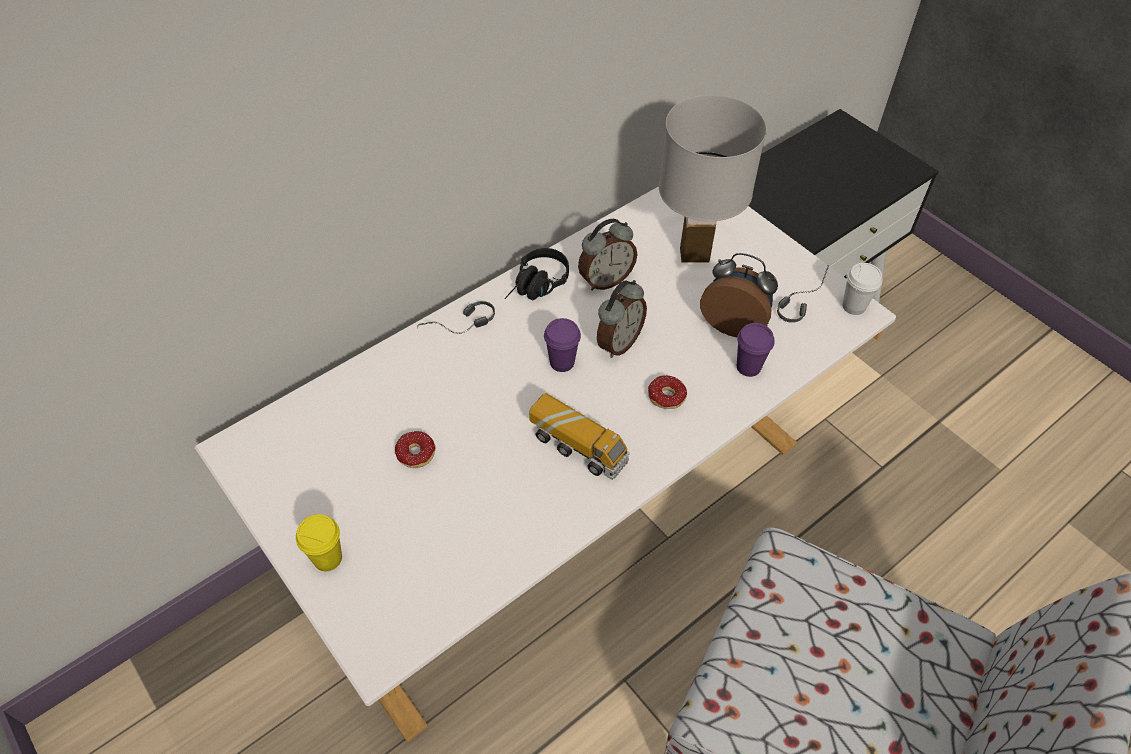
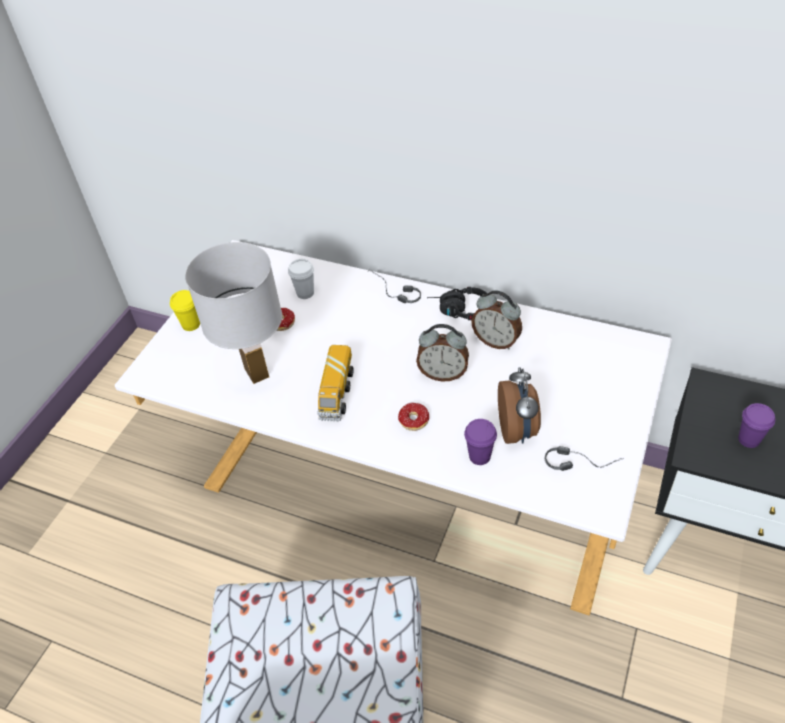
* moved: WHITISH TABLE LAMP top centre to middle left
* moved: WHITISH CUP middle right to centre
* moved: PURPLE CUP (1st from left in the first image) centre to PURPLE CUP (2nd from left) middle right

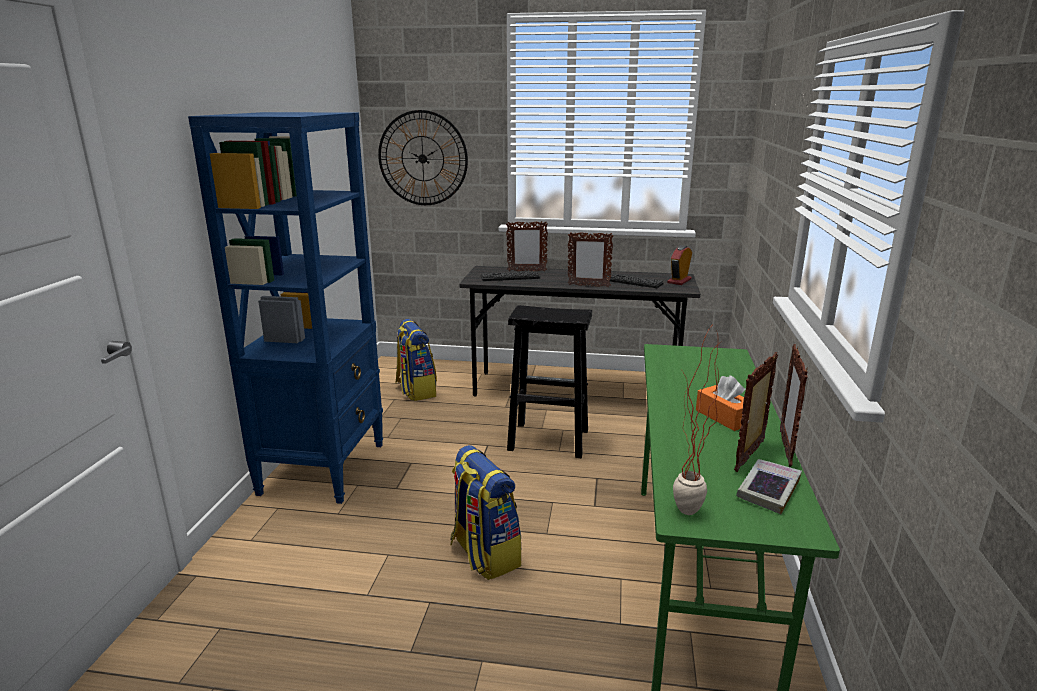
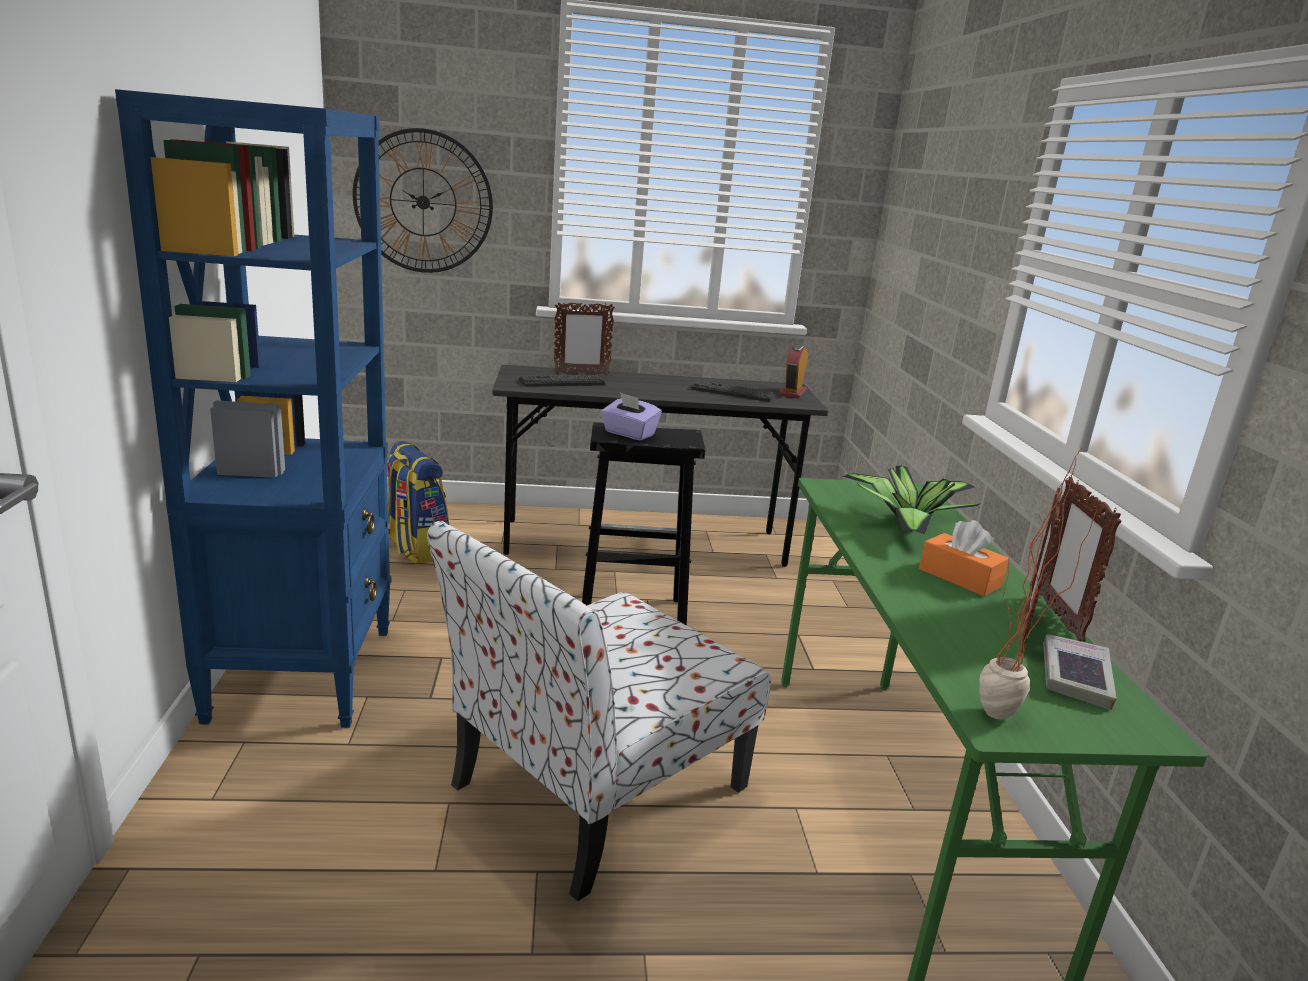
* replaced: RUCKSACK (2nd from left) bottom centre to PLAIN CHAIR bottom centre
* added: PURPLE TISSUE BOX centre
* added: POTTED PLANT (1st from left) middle right
* removed: PHOTO FRAME (2nd from left) centre

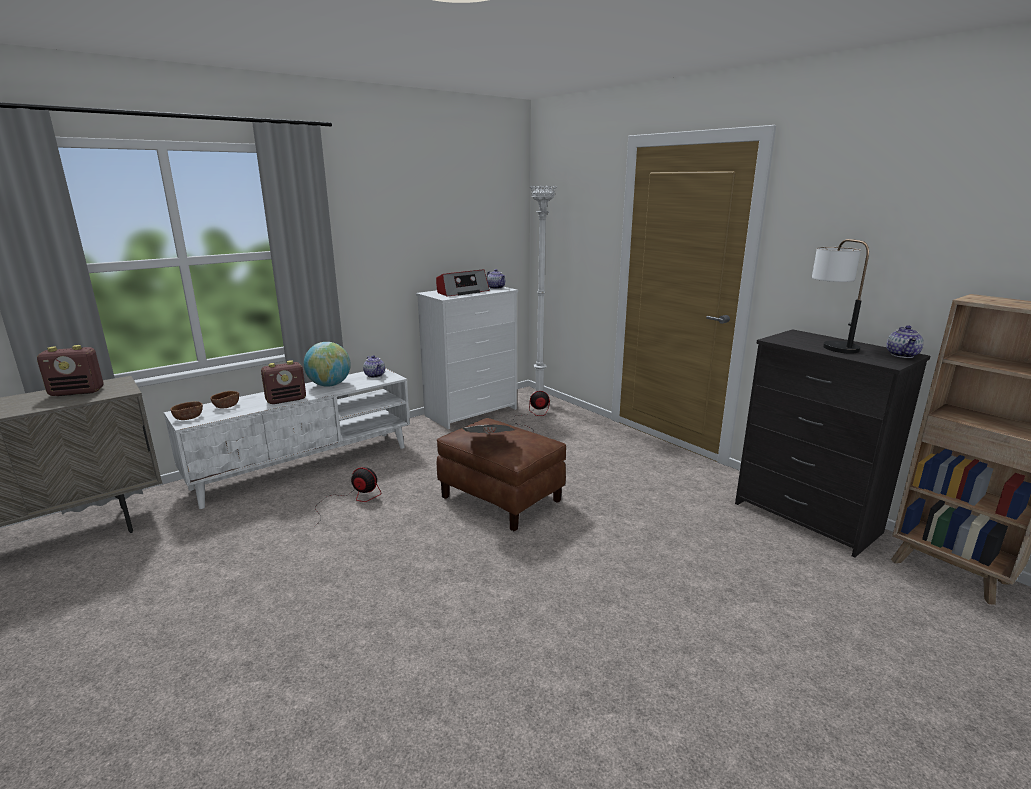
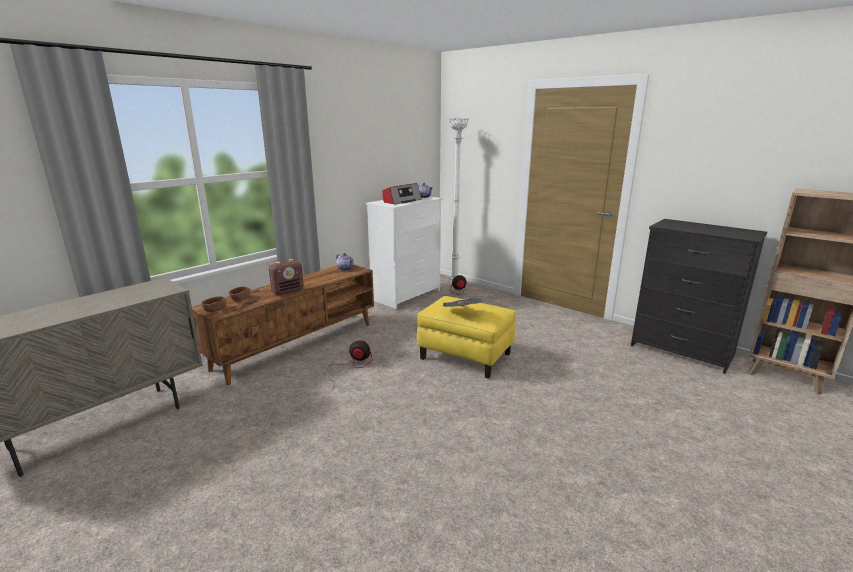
* recoloured: WHITISH MEDIA CONSOLE middle left to BROWN MEDIA CONSOLE middle left
* recoloured: BROWN POUFFE centre to YELLOW POUFFE centre
* removed: RADIO RECEIVER (1st from left) middle left
* removed: DESK GLOBE middle left
* removed: TABLE LAMP middle right
* removed: TEAPOT (3rd from left) middle right

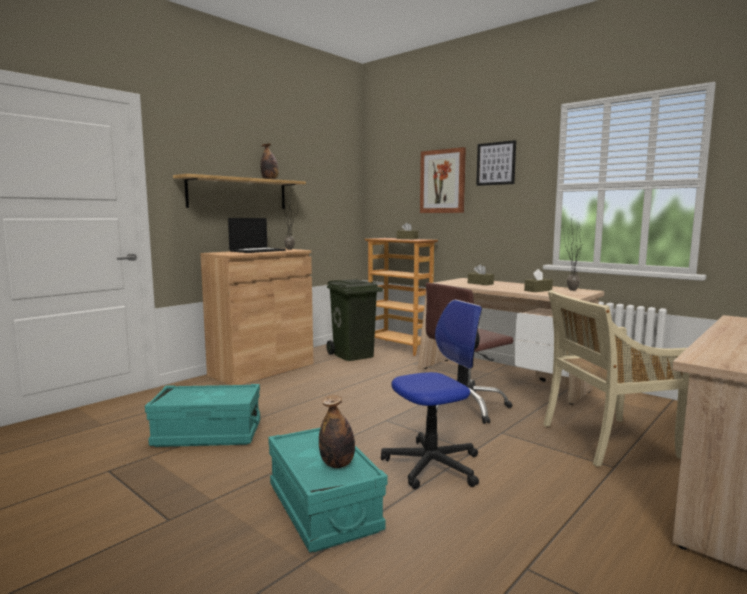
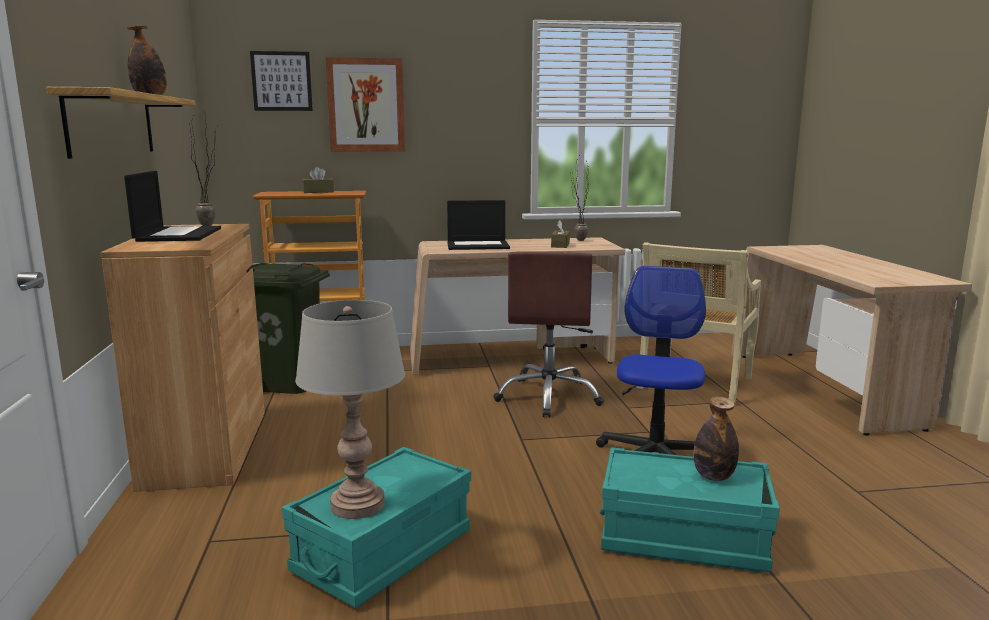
* moved: PICTURE (2nd from left in the first image) top centre to PICTURE (1st from left) top left
* added: GREY TABLE LAMP centre
* replaced: BROWN TISSUE BOX (2nd from left) centre to LAPTOP (2nd from left) centre

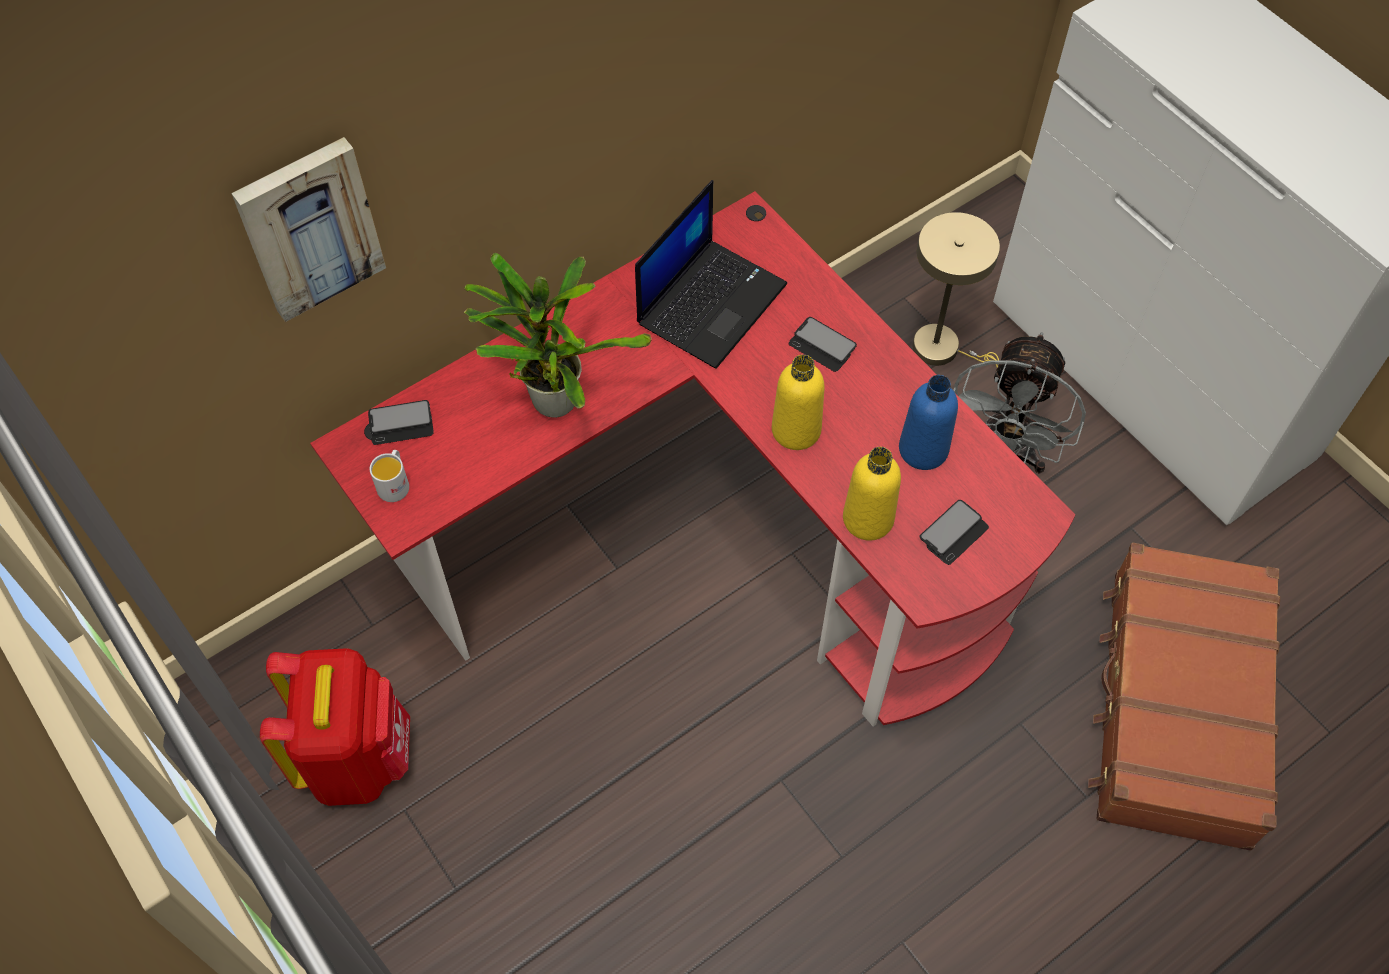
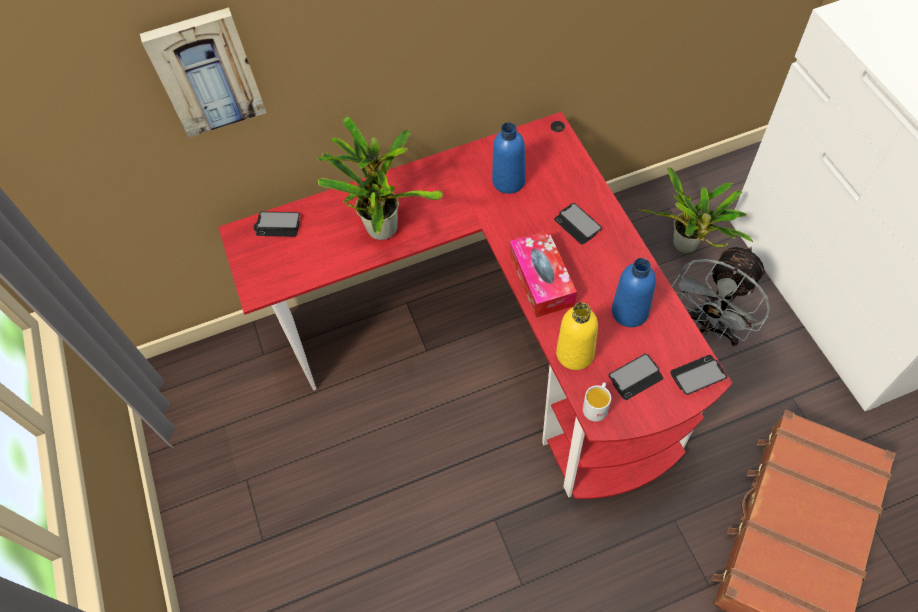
* replaced: LAPTOP top centre to BLUE-COLOURED BOTTLE (1st from left) top centre
* replaced: YELLOW BOTTLE (1st from left) centre to TISSUE BOX centre
* moved: WHITISH COFFEE MUG middle left to centre
* replaced: BEIGE TABLE LAMP top right to POTTED PLANT (2nd from left) middle right
* added: HANDSET (4th from left) middle right
* removed: REDDISH RUCKSACK bottom left

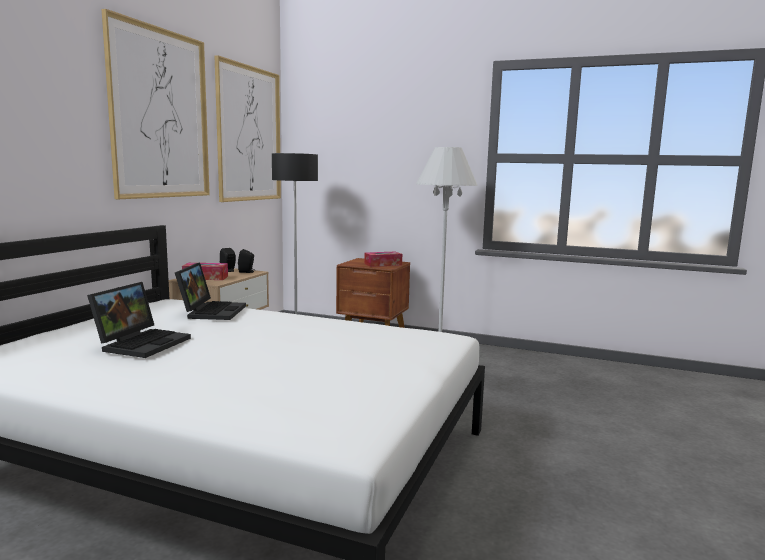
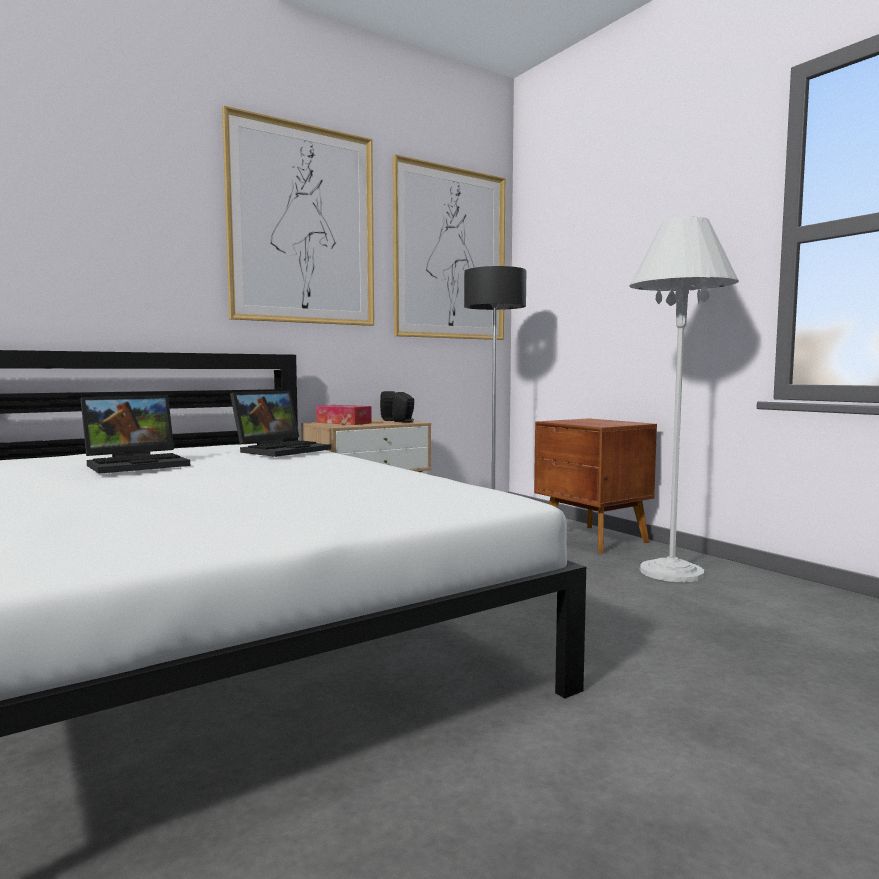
* removed: TISSUE BOX (2nd from left) centre

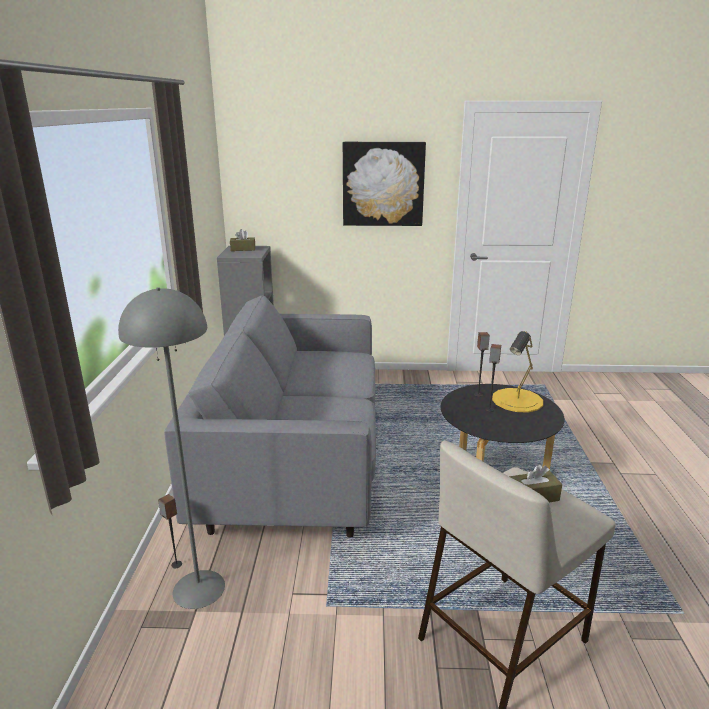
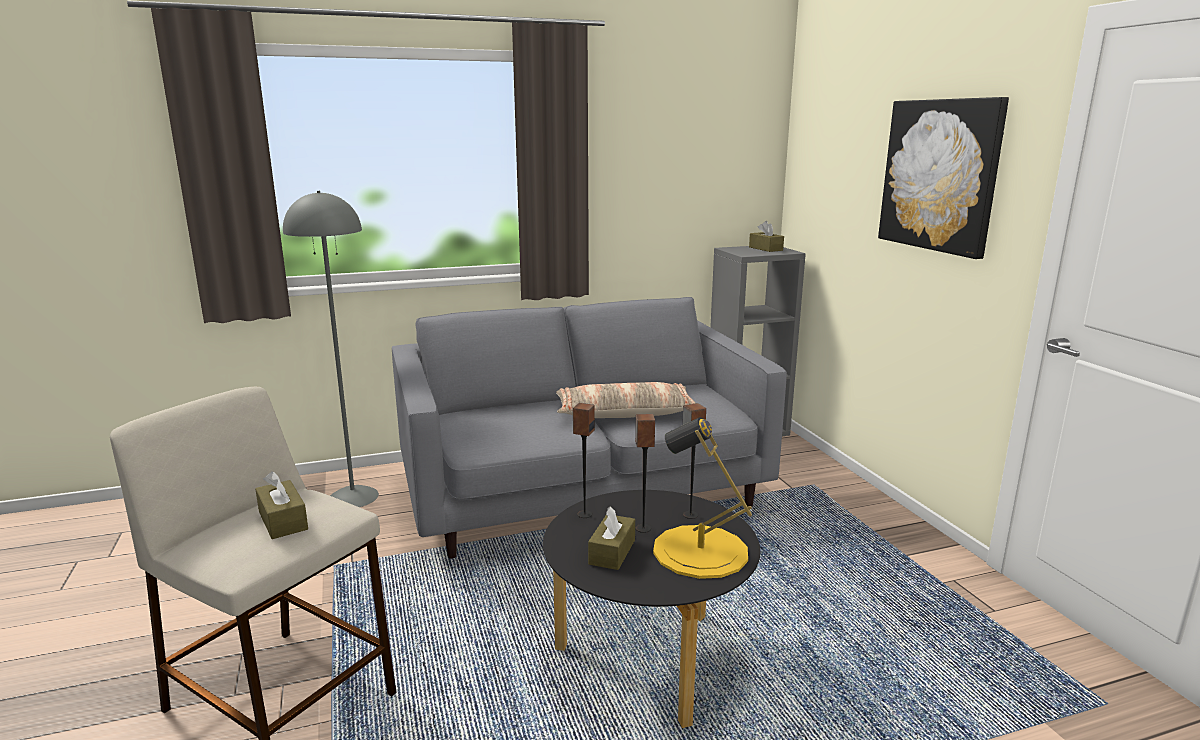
* added: PILLOW centre
* moved: LOUDSPEAKER (1st from left) bottom left to centre
* added: BROWN TISSUE BOX (2nd from left) bottom centre

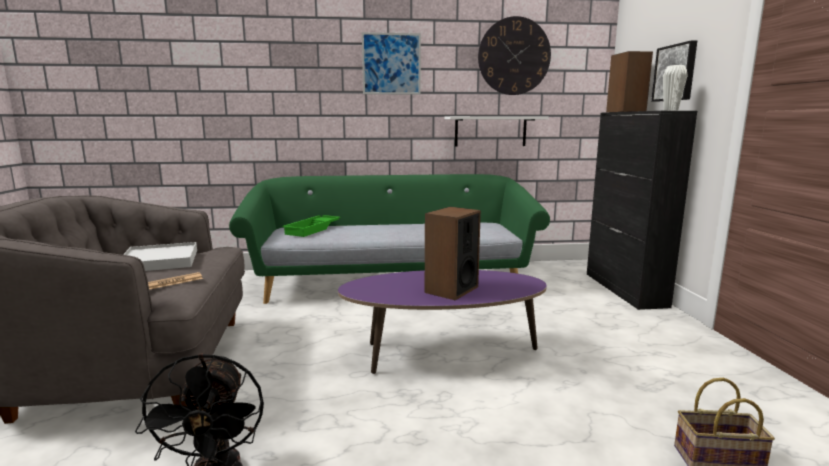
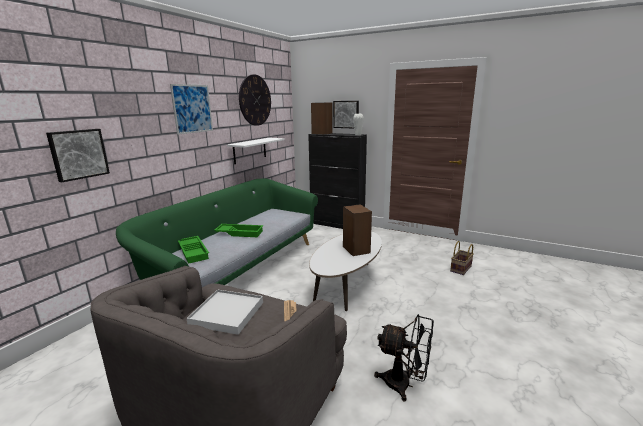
* added: PICTURE (1st from left) middle left
* added: GREEN CARRYING TRAY (2nd from left) centre
* recoloured: PURPLE COFFEE TABLE bottom centre to WHITISH COFFEE TABLE centre

